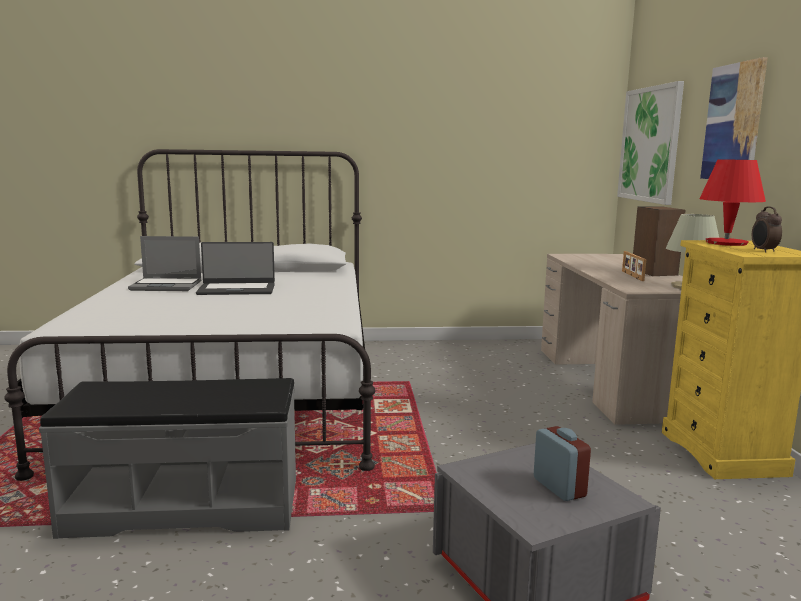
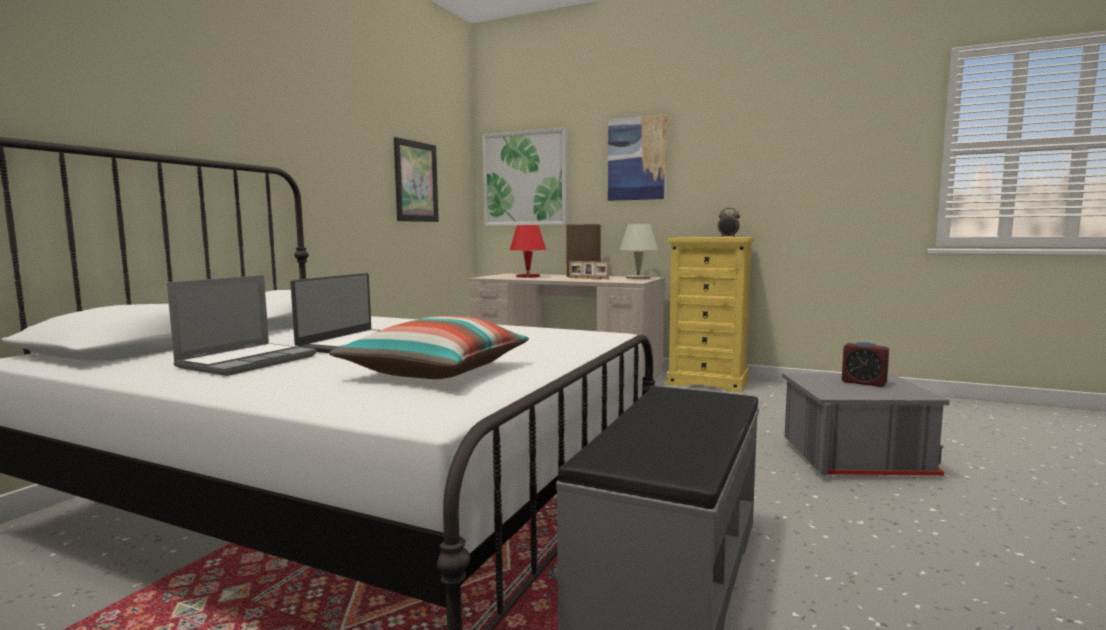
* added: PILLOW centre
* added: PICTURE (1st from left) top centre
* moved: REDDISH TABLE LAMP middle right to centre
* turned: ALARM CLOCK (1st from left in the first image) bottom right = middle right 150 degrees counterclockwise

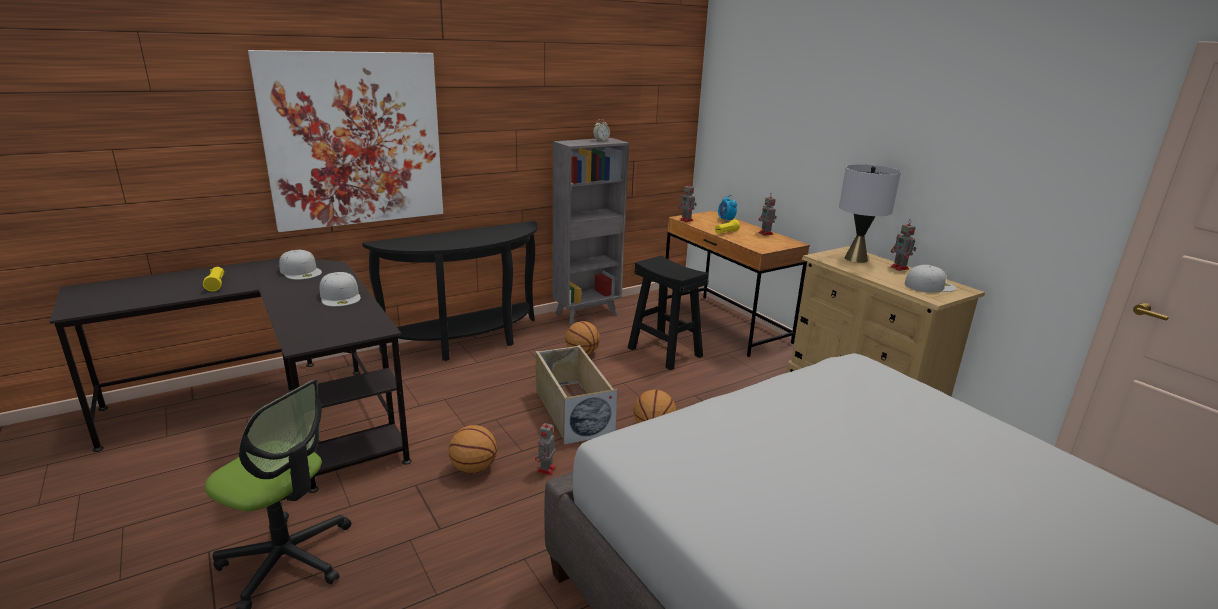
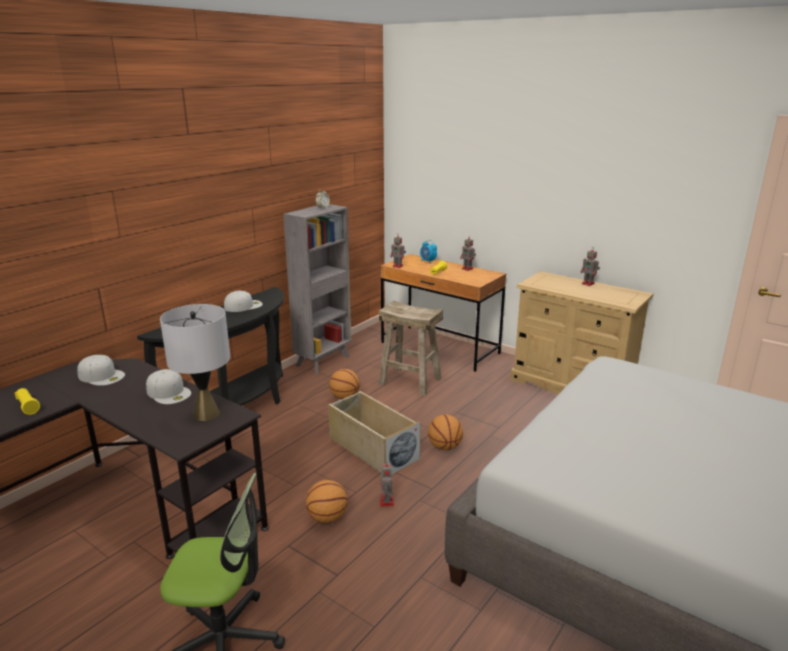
* moved: GREY TABLE LAMP middle right to middle left
* moved: WHITISH PEAKED CAP (3rd from left) middle right to middle left
* recoloured: BLACKISH STOOL SEAT centre to BEIGE STOOL SEAT centre
* removed: PICTURE top left

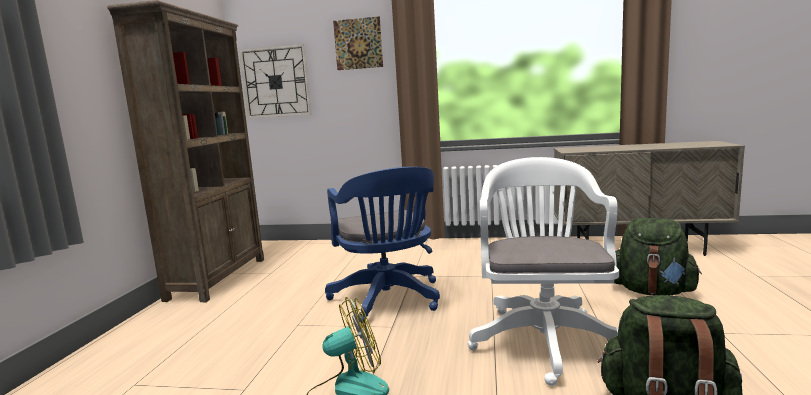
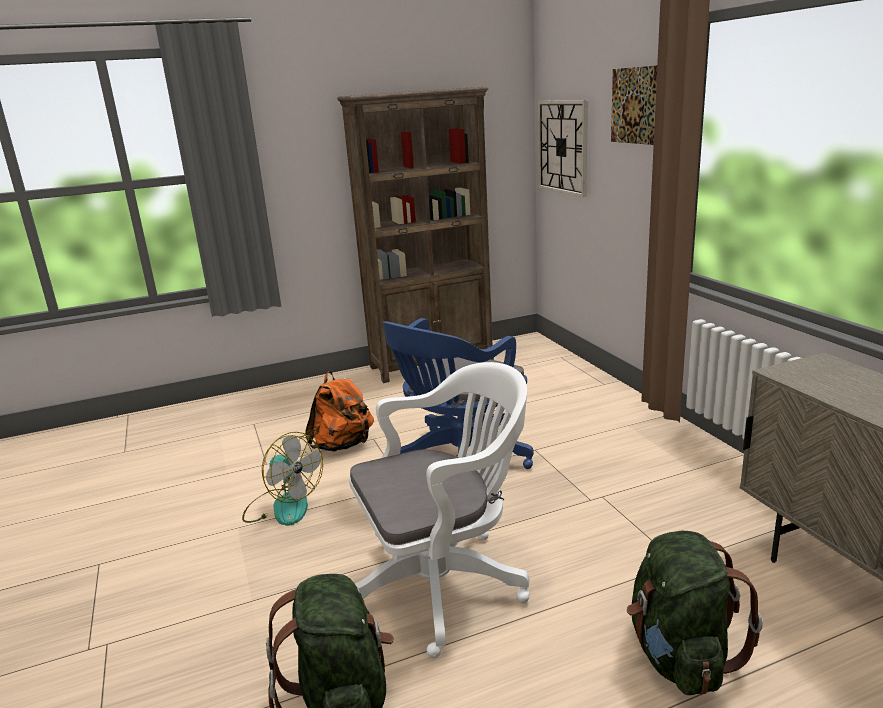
* added: ORANGE-COLOURED RUCKSACK centre

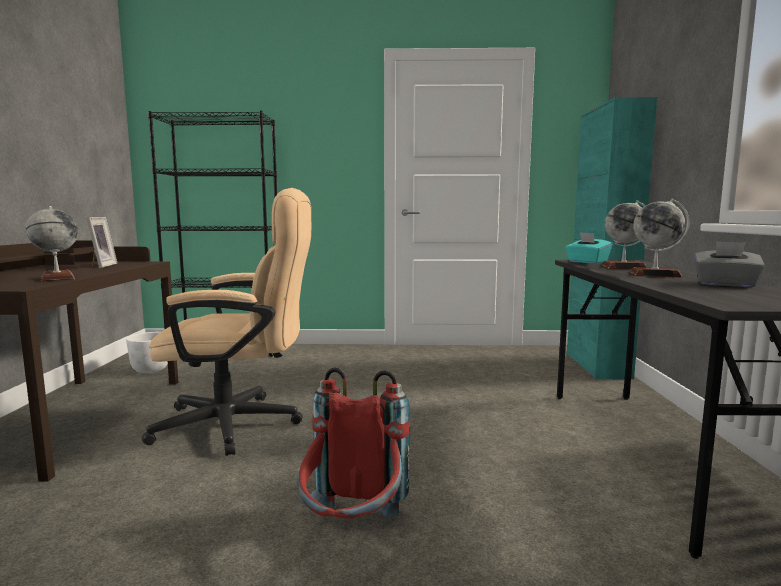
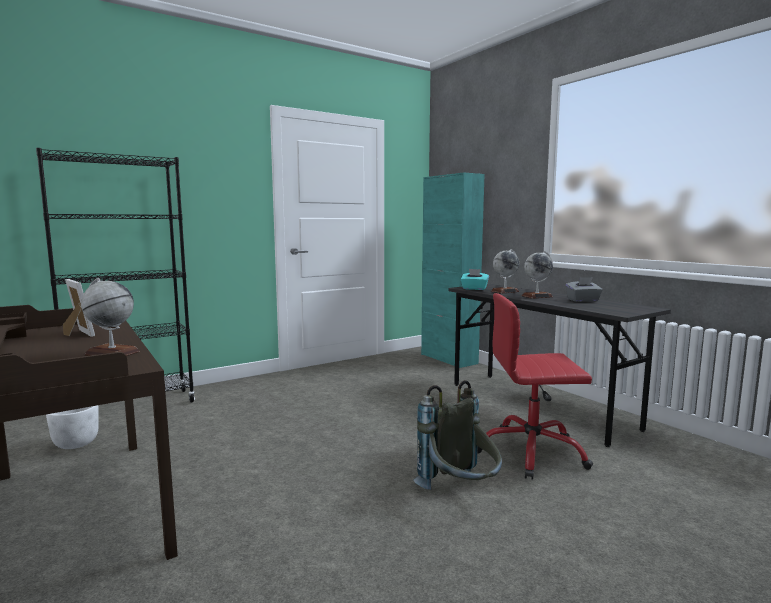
* recoloured: REDDISH RUCKSACK bottom centre to GREY RUCKSACK bottom centre
* added: REDDISH OFFICE CHAIR middle right
* removed: BEIGE OFFICE CHAIR middle left

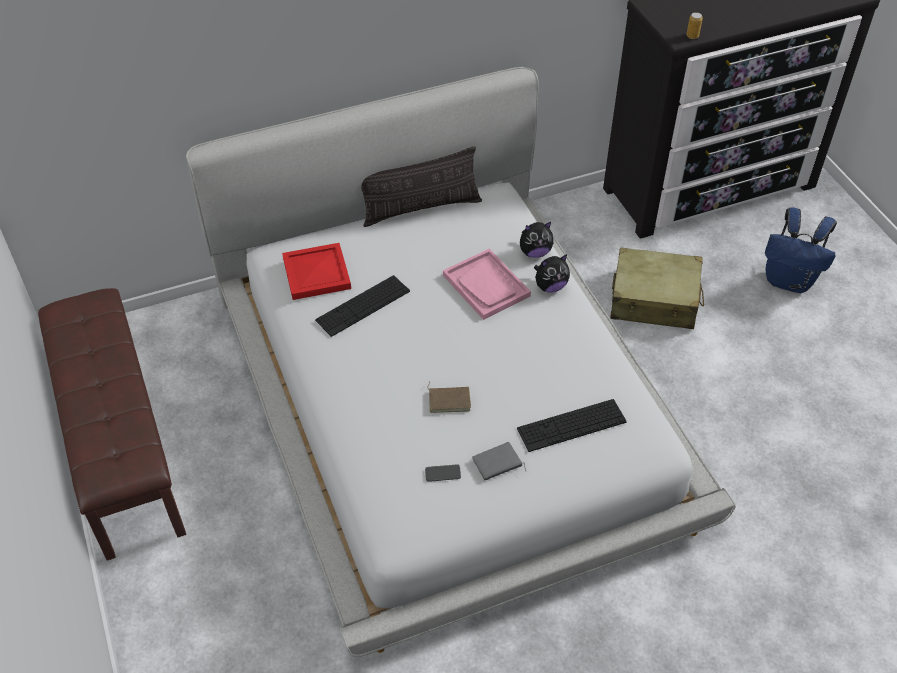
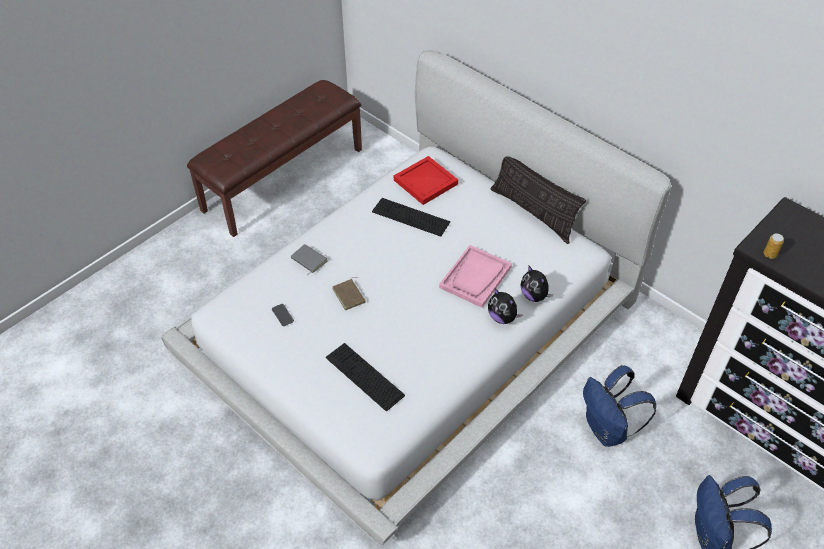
* moved: GREY VOLUME bottom centre to centre
* replaced: BEIGE PIECE OF LUGGAGE middle right to BLUE-COLOURED RUCKSACK (1st from left) bottom right

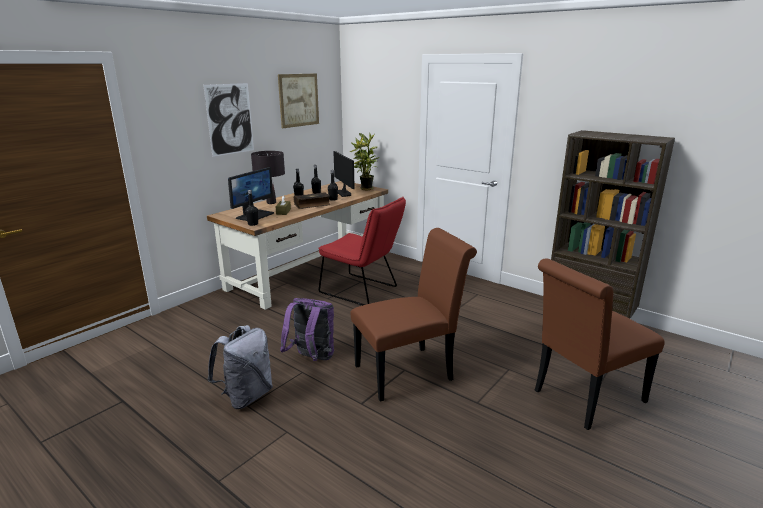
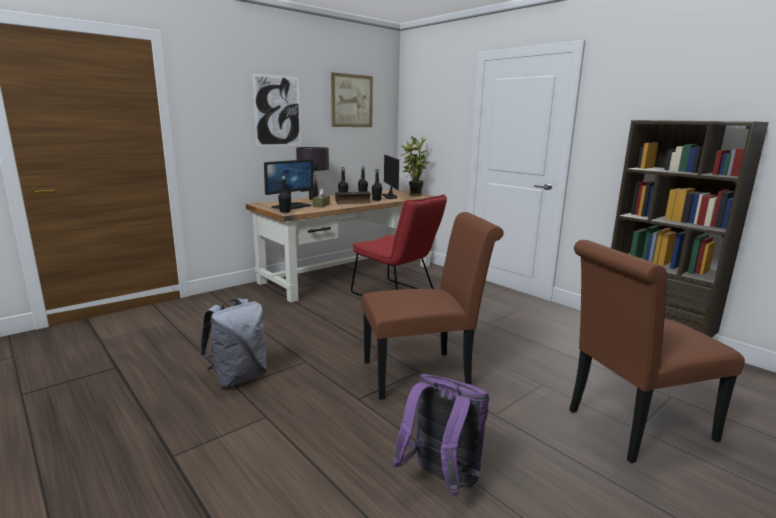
* moved: PURPLE RUCKSACK centre to bottom centre

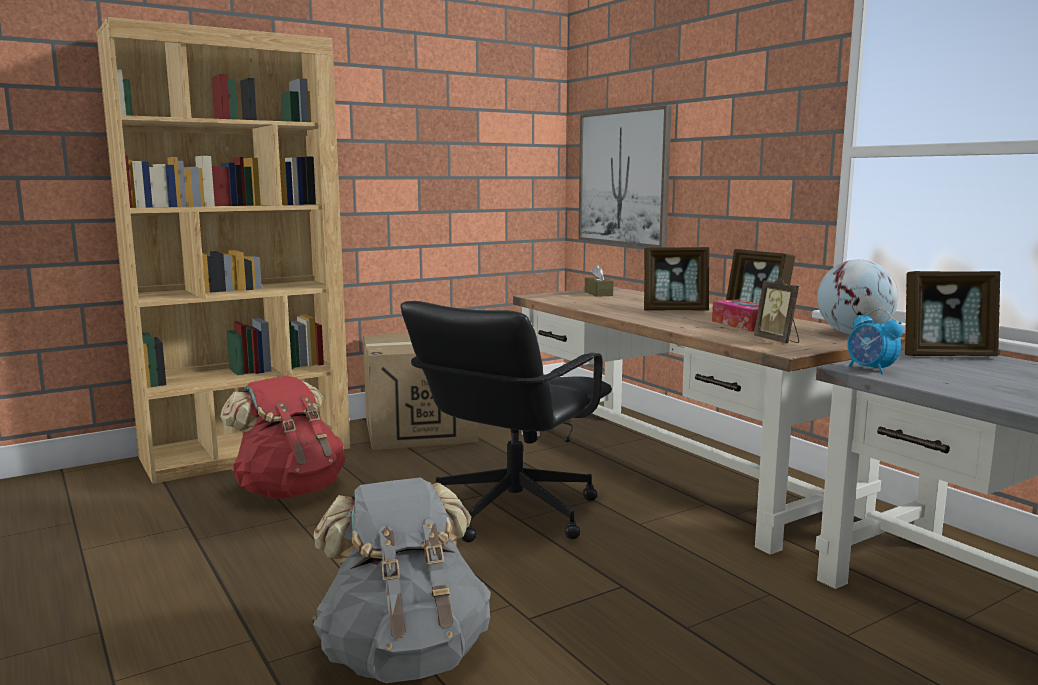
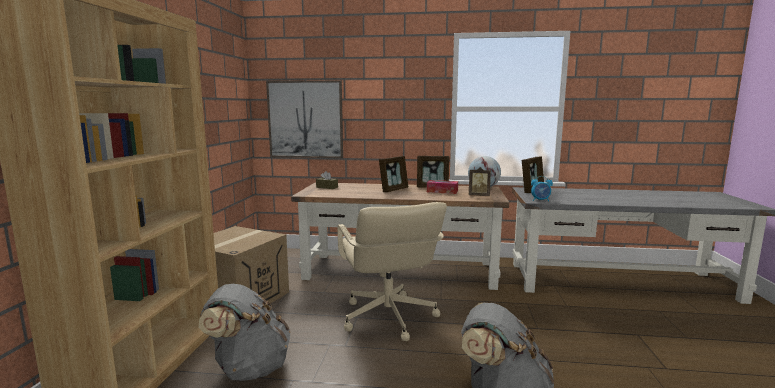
* recoloured: REDDISH RUCKSACK middle left to GREY RUCKSACK (1st from left) bottom left
* recoloured: BLACKISH OFFICE CHAIR centre to BEIGE OFFICE CHAIR bottom centre

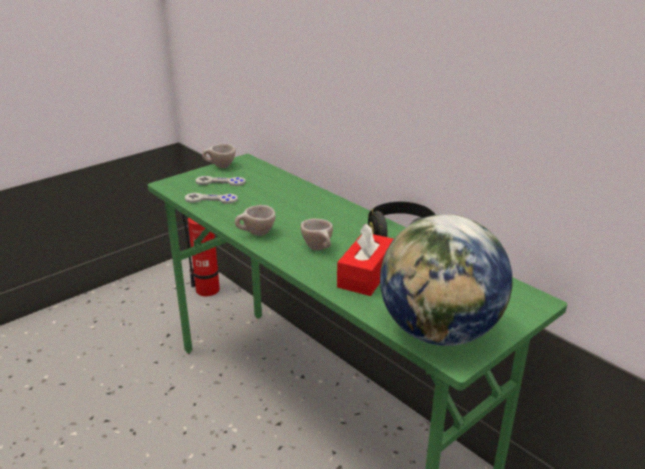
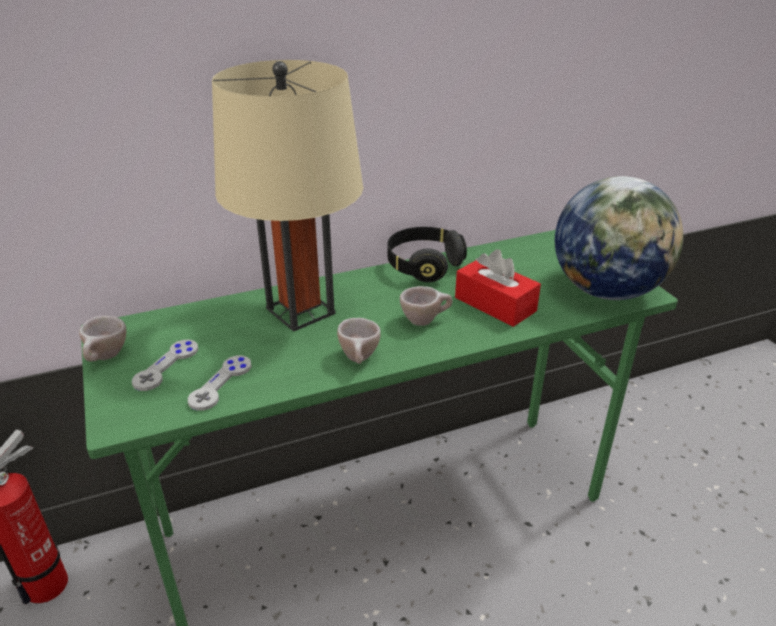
* added: BEIGE TABLE LAMP top centre

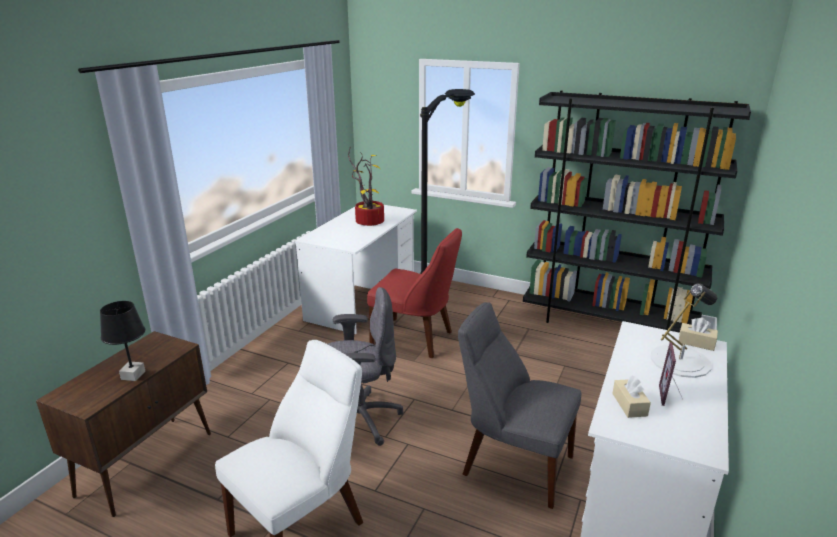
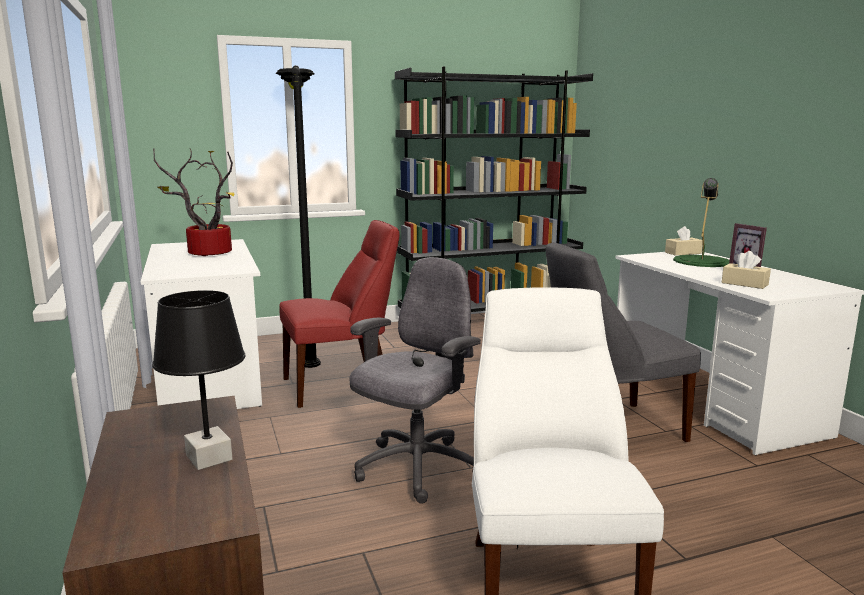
* recoloured: WHITISH TABLE LAMP middle right to GREEN TABLE LAMP middle right

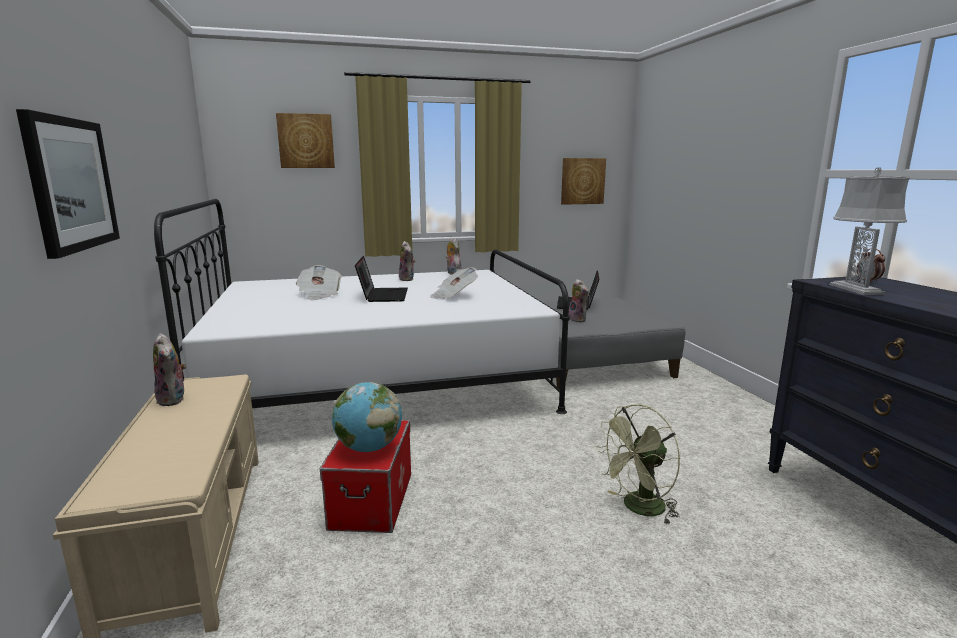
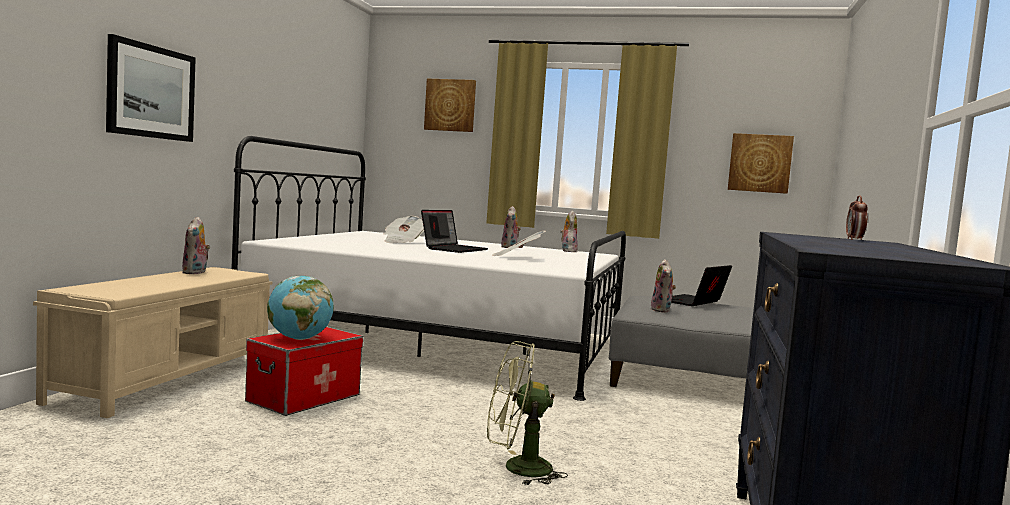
* removed: GREY TABLE LAMP middle right

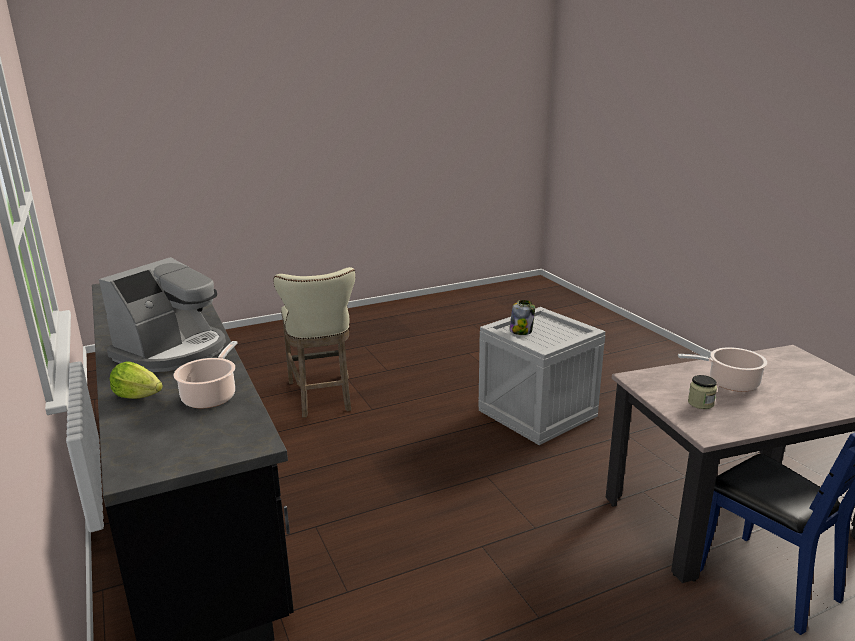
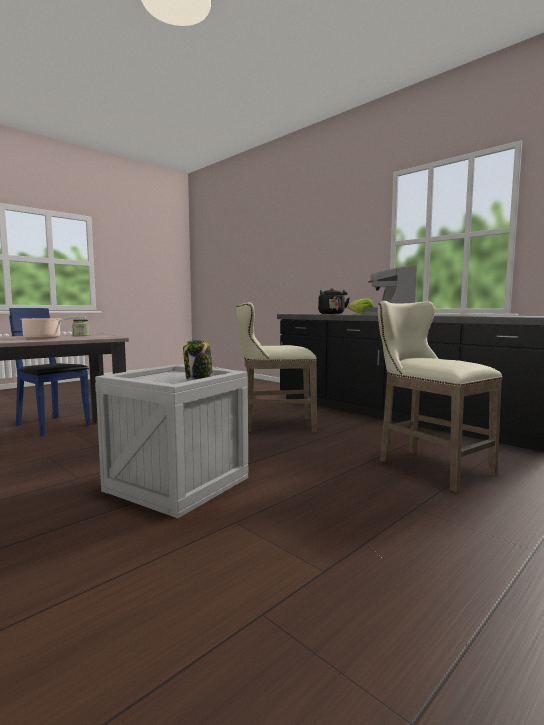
* added: BEIGE STOOL SEAT (1st from left) centre
* replaced: STOCKPOT (1st from left) middle left to BLACKISH KETTLE centre

